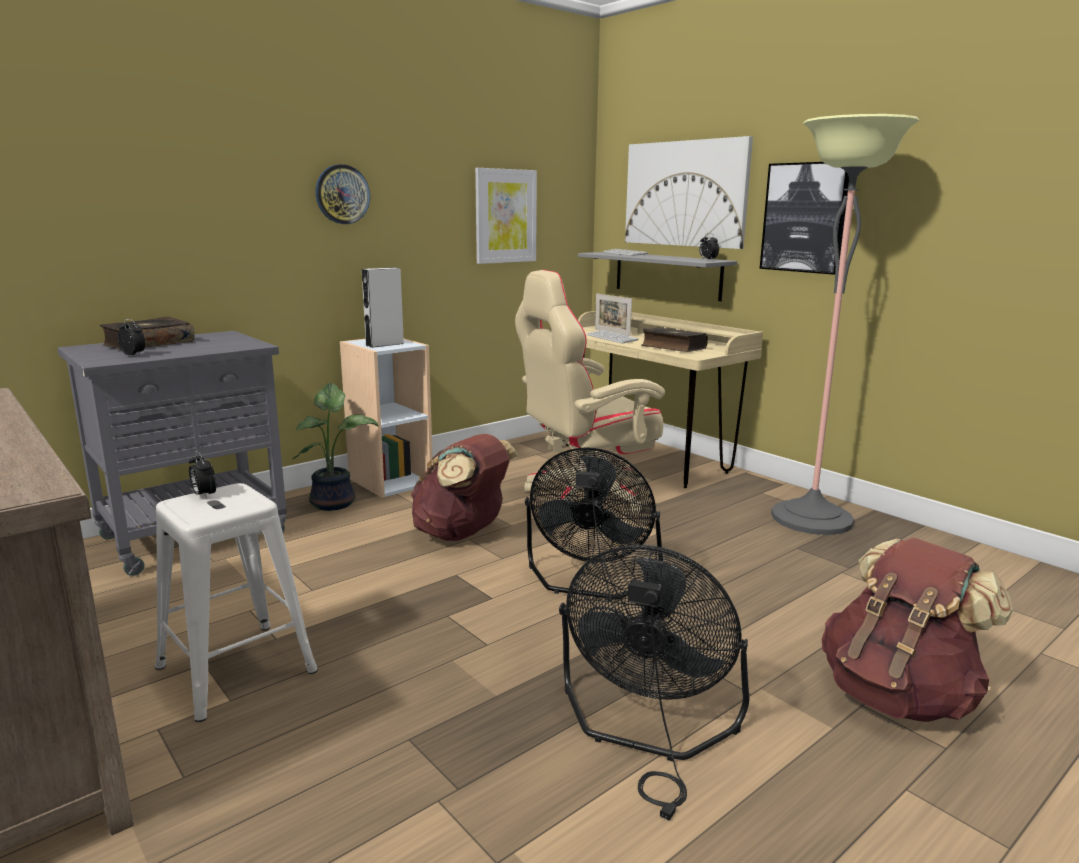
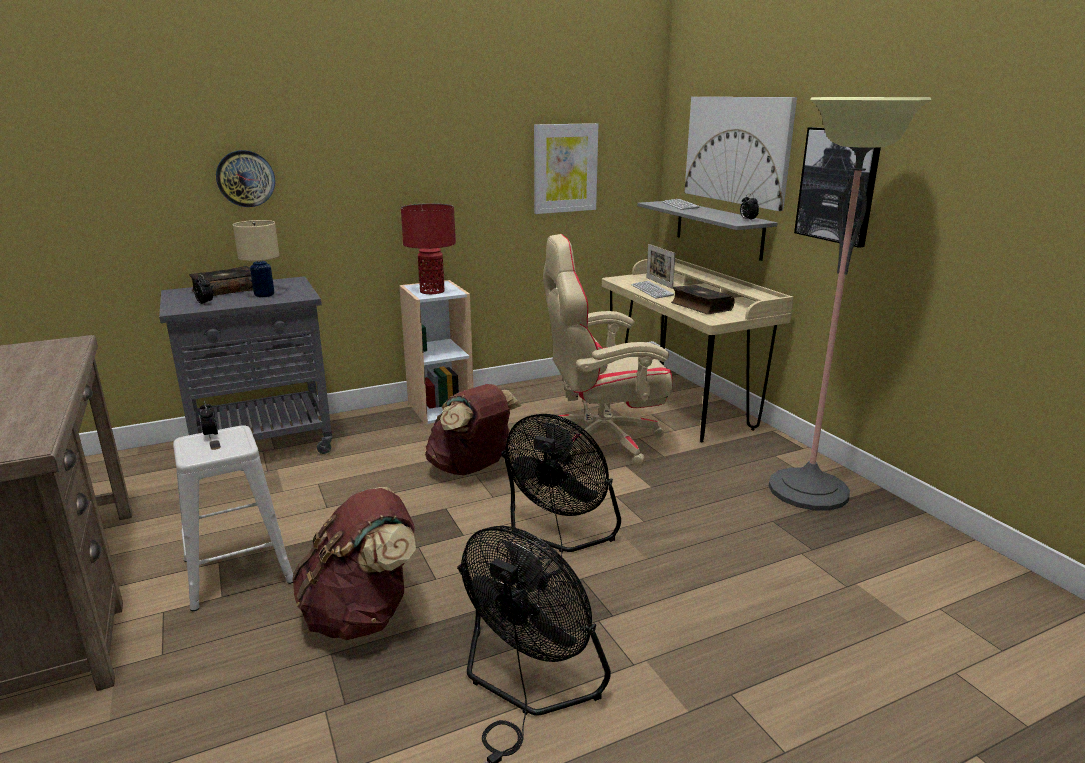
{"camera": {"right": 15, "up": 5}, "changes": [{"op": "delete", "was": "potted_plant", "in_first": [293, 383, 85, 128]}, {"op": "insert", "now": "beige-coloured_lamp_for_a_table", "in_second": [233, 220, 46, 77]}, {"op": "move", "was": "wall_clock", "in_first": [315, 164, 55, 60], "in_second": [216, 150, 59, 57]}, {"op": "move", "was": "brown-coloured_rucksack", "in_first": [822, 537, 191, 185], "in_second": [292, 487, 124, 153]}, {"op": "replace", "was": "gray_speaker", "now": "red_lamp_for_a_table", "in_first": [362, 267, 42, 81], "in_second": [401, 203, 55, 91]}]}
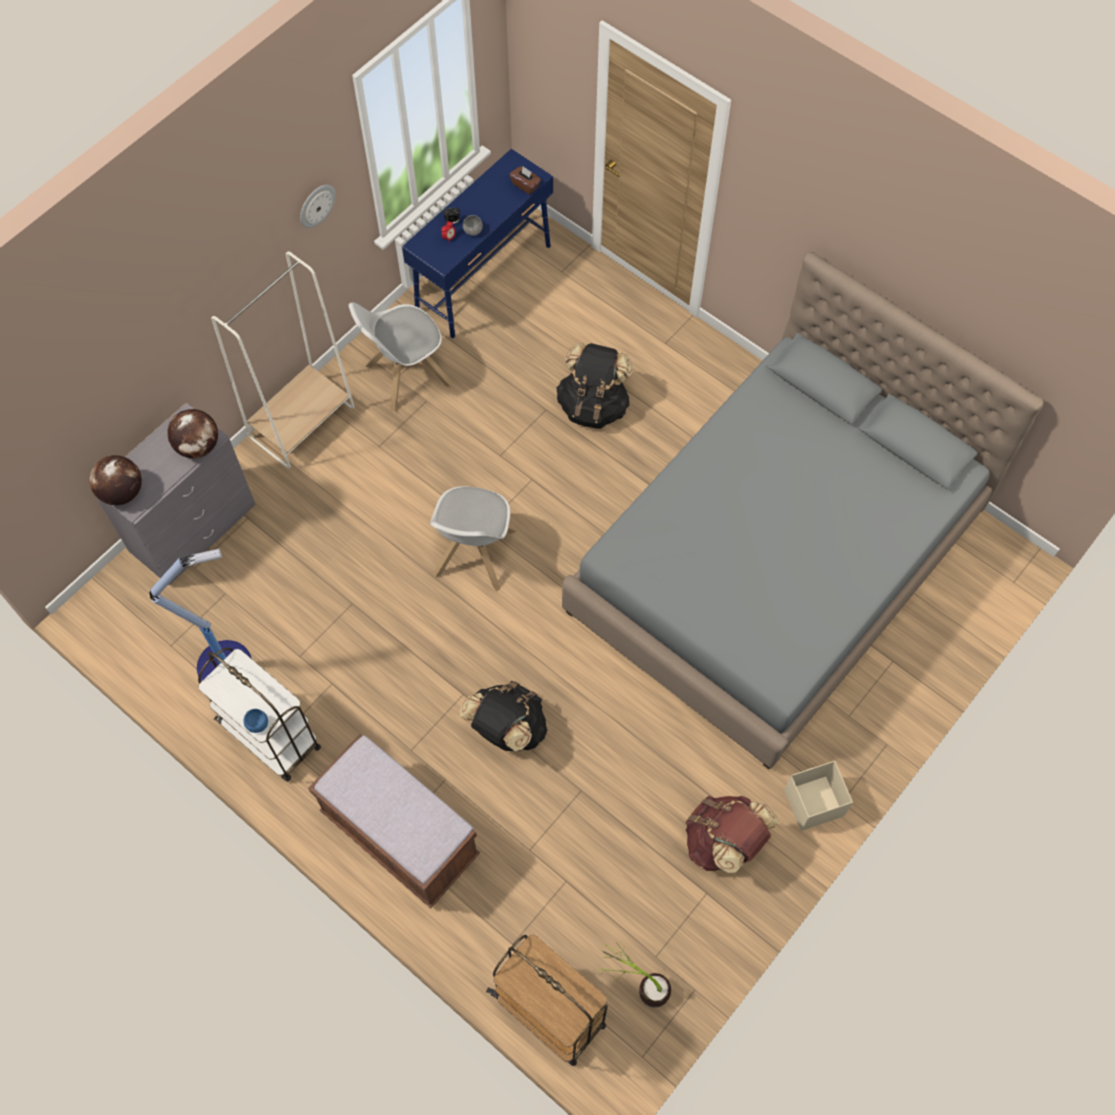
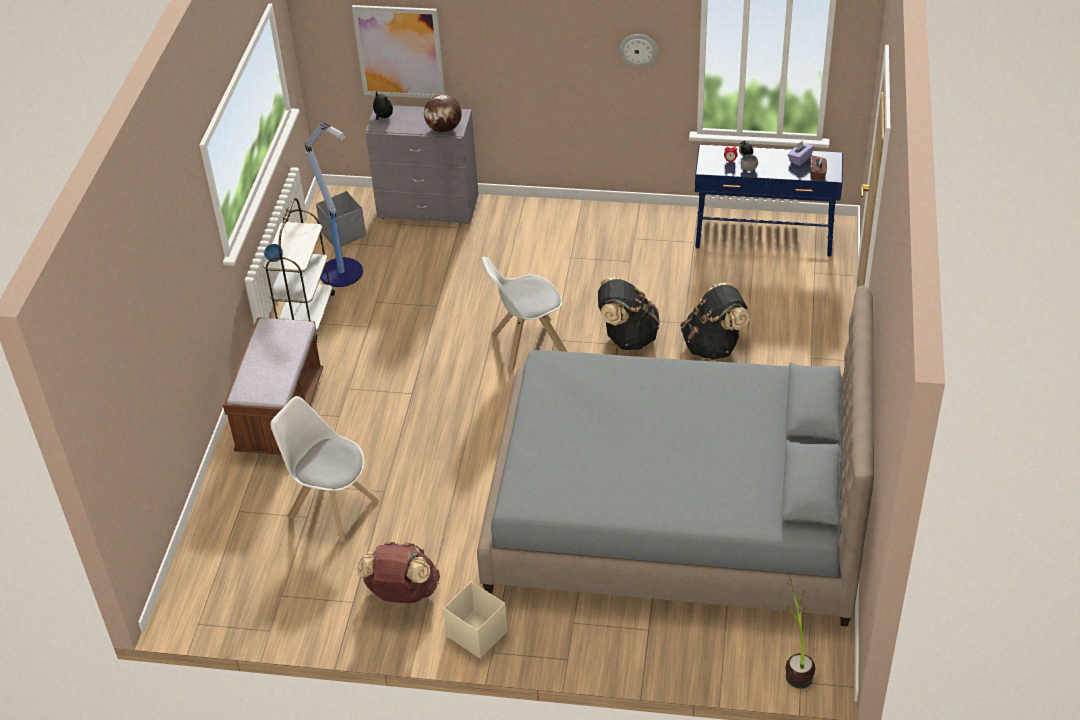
{"camera": {"right": 60, "up": -20}, "changes": [{"op": "delete", "was": "clothes_rack", "in_first": [211, 251, 143, 217]}, {"op": "delete", "was": "brown-coloured_trolley", "in_first": [486, 935, 122, 131]}, {"op": "insert", "now": "gray_storage_container", "in_second": [316, 191, 50, 55]}, {"op": "insert", "now": "wall_art", "in_second": [352, 5, 93, 93]}, {"op": "insert", "now": "purple-coloured_tissue_holder", "in_second": [788, 141, 26, 25]}, {"op": "move", "was": "chair", "in_first": [349, 302, 104, 110], "in_second": [271, 396, 109, 146]}, {"op": "move", "was": "black_rucksack", "in_first": [460, 681, 87, 70], "in_second": [598, 278, 61, 72]}, {"op": "move", "was": "potted_plant", "in_first": [599, 942, 72, 66], "in_second": [777, 575, 38, 114]}, {"op": "replace", "was": "desk_globe", "now": "plush_toy", "in_first": [89, 455, 53, 50], "in_second": [370, 91, 23, 29]}]}
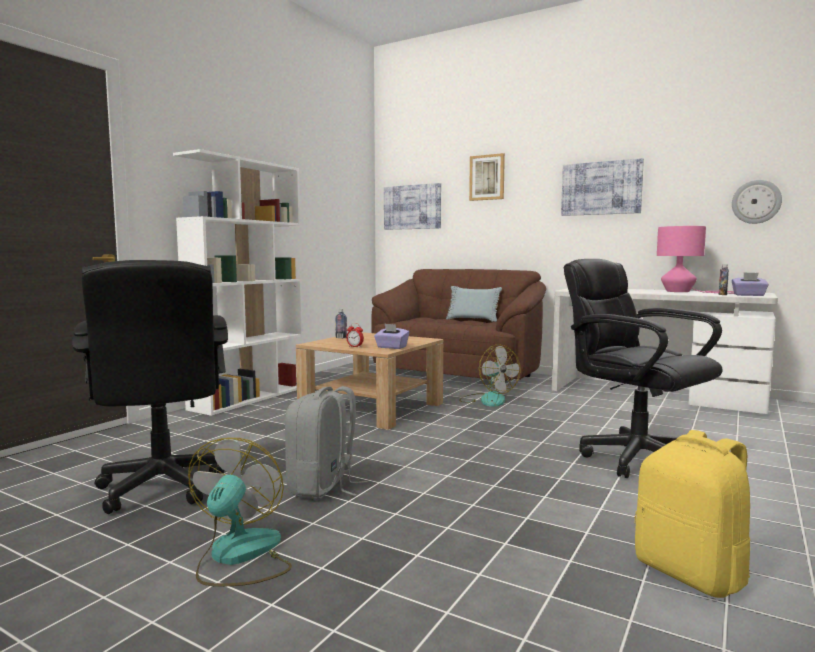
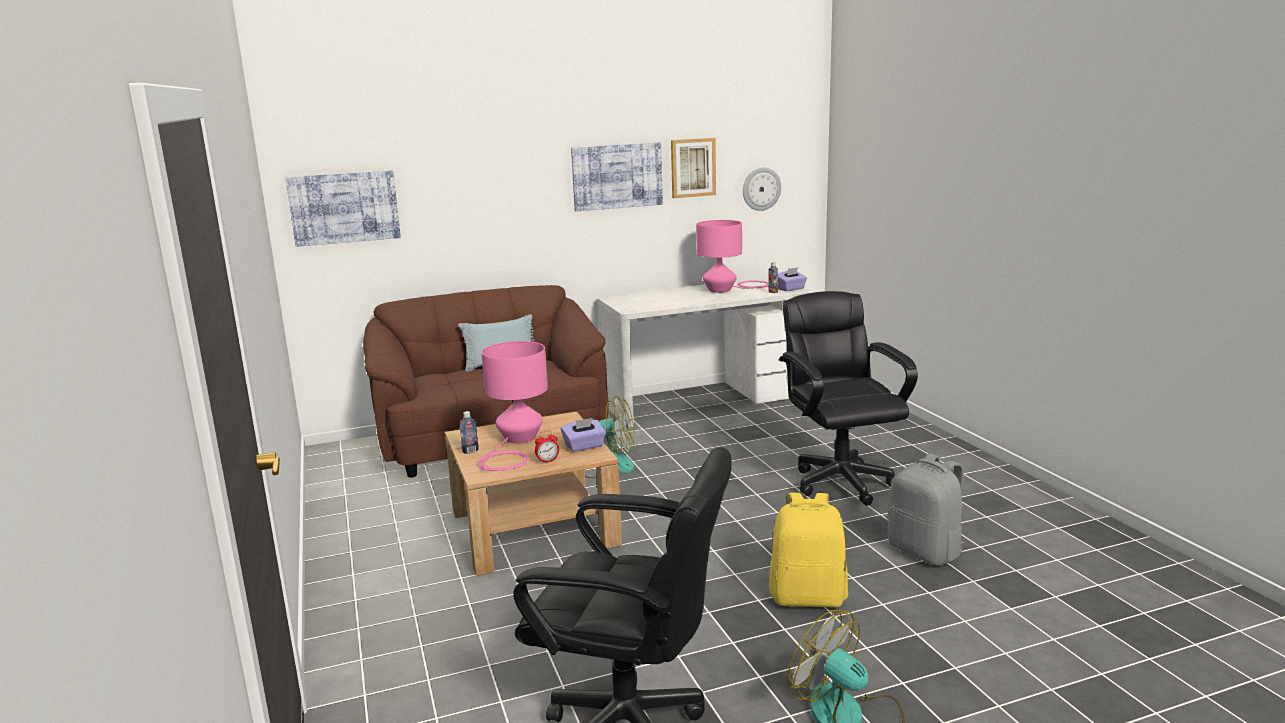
{"camera": {"right": -50, "up": 10}, "changes": [{"op": "delete", "was": "white_shelving_unit", "in_first": [173, 149, 130, 267]}, {"op": "insert", "now": "pink_lamp_for_a_table", "in_second": [477, 341, 71, 131]}, {"op": "move", "was": "gray_rucksack", "in_first": [285, 386, 82, 114], "in_second": [888, 453, 76, 113]}, {"op": "move", "was": "wall_art", "in_first": [469, 153, 36, 48], "in_second": [671, 138, 45, 60]}, {"op": "move", "was": "yellow-coloured_rucksack", "in_first": [635, 430, 115, 168], "in_second": [769, 493, 79, 114]}, {"op": "rotate", "was": "black_computer_chair", "in_first": [564, 259, 159, 219], "in_second": [779, 291, 139, 215], "clockwise": 75}]}
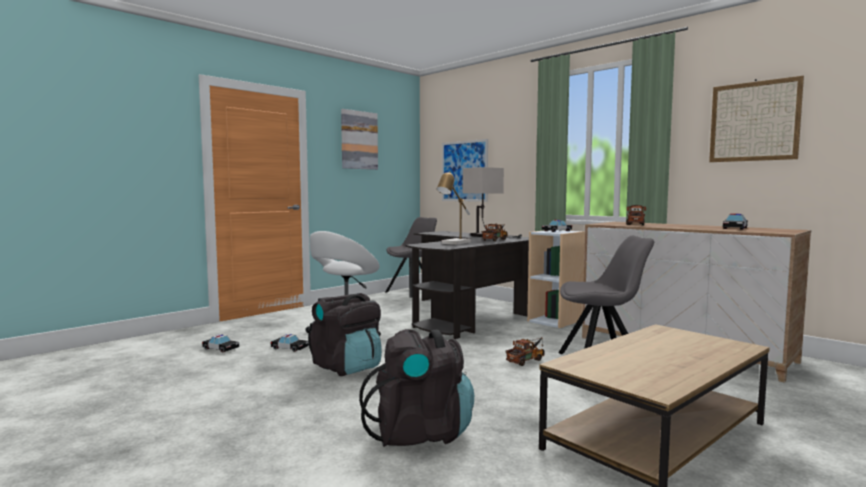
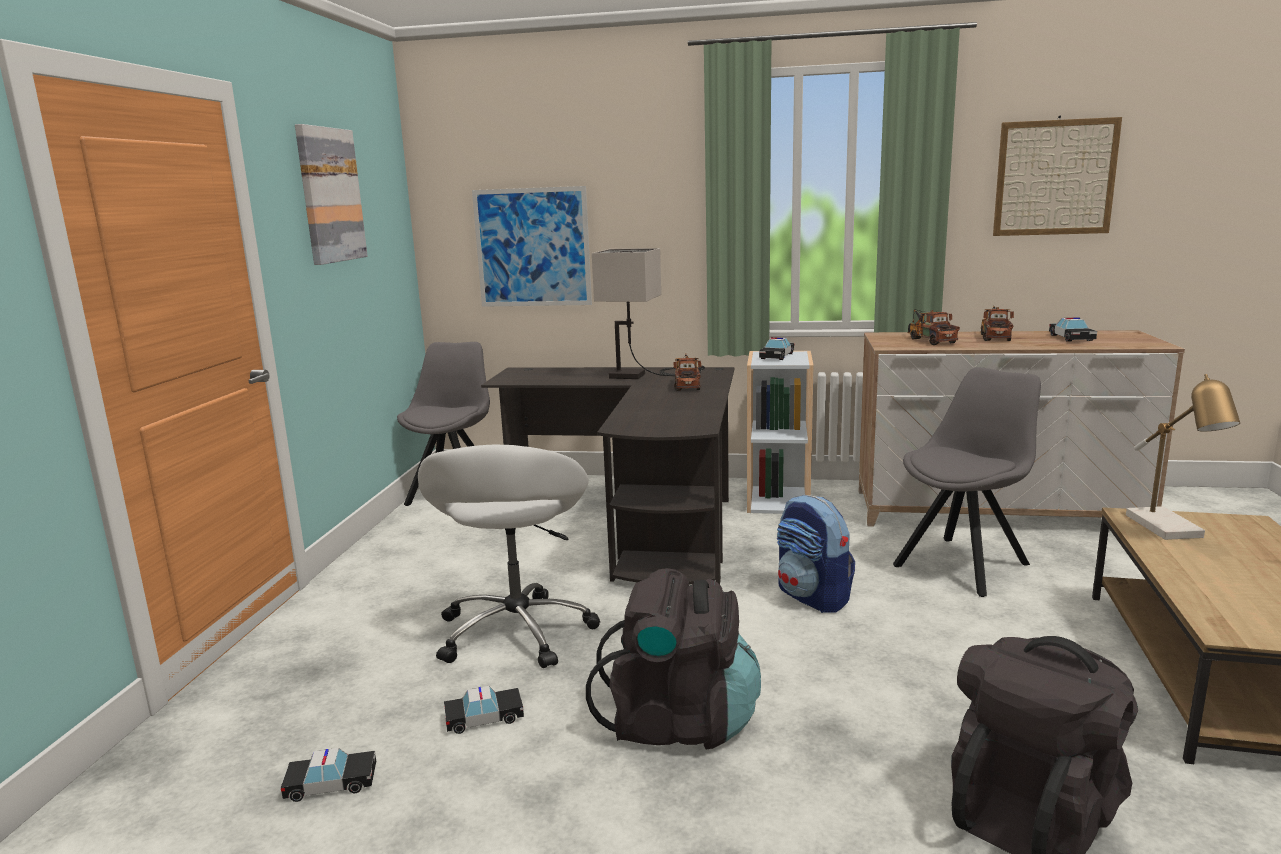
{"camera": {"right": -35, "up": 10}, "changes": [{"op": "insert", "now": "rucksack", "in_second": [777, 495, 78, 118]}, {"op": "move", "was": "lamp_for_a_table", "in_first": [437, 171, 33, 74], "in_second": [1126, 374, 114, 166]}, {"op": "move", "was": "toy_truck", "in_first": [505, 337, 40, 29], "in_second": [981, 306, 33, 35]}]}
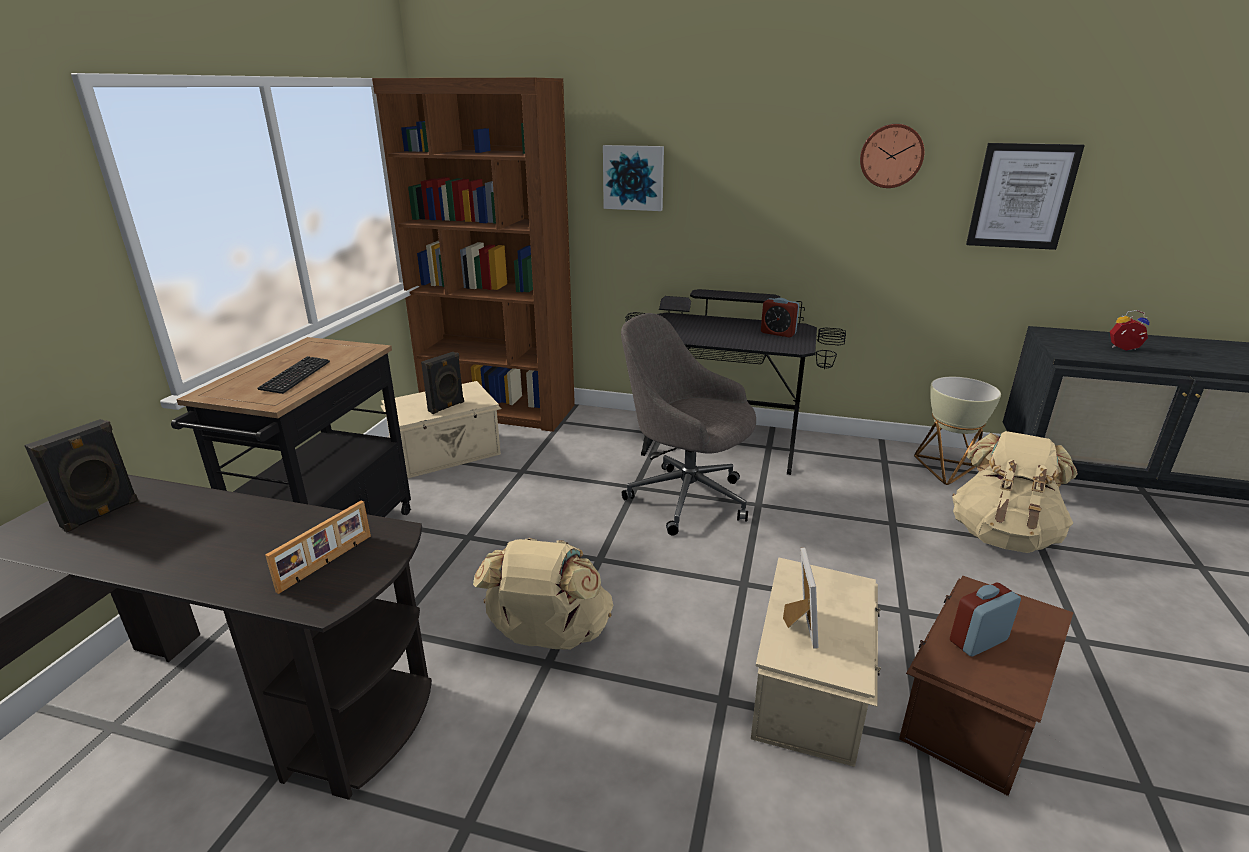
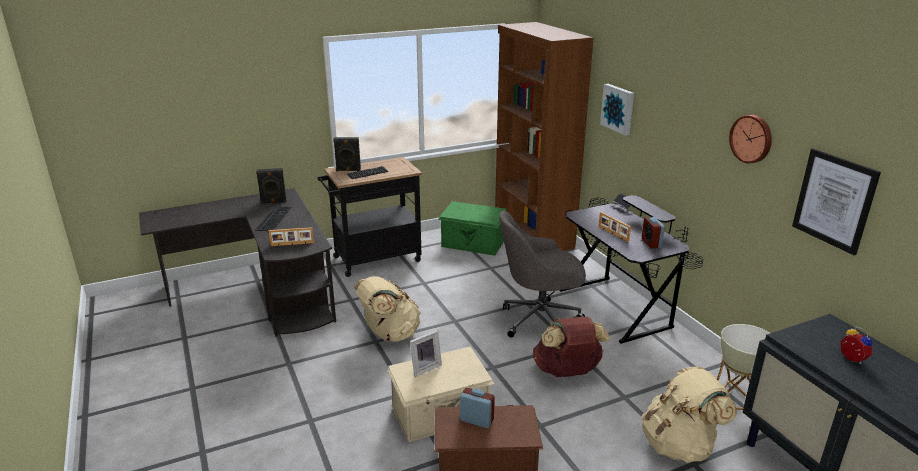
{"camera": {"right": 50, "up": 0}, "changes": [{"op": "insert", "now": "keyboard", "in_second": [255, 206, 36, 25]}, {"op": "insert", "now": "brown-coloured_rucksack", "in_second": [533, 316, 77, 61]}, {"op": "insert", "now": "standing_frame", "in_second": [599, 212, 32, 30]}, {"op": "move", "was": "black_speaker", "in_first": [421, 352, 43, 62], "in_second": [333, 137, 28, 34]}, {"op": "recolor", "was": "beige-coloured_storage_container", "now": "greenish_storage_container", "in_first": [381, 381, 121, 97], "in_second": [438, 201, 69, 55]}, {"op": "rotate", "was": "gray_computer_chair", "in_first": [621, 313, 135, 223], "in_second": [499, 211, 87, 126], "clockwise": -90}]}
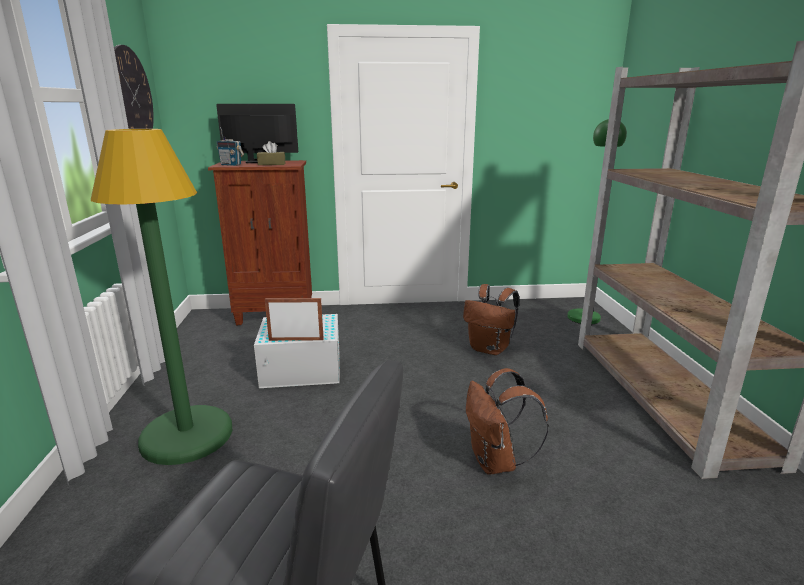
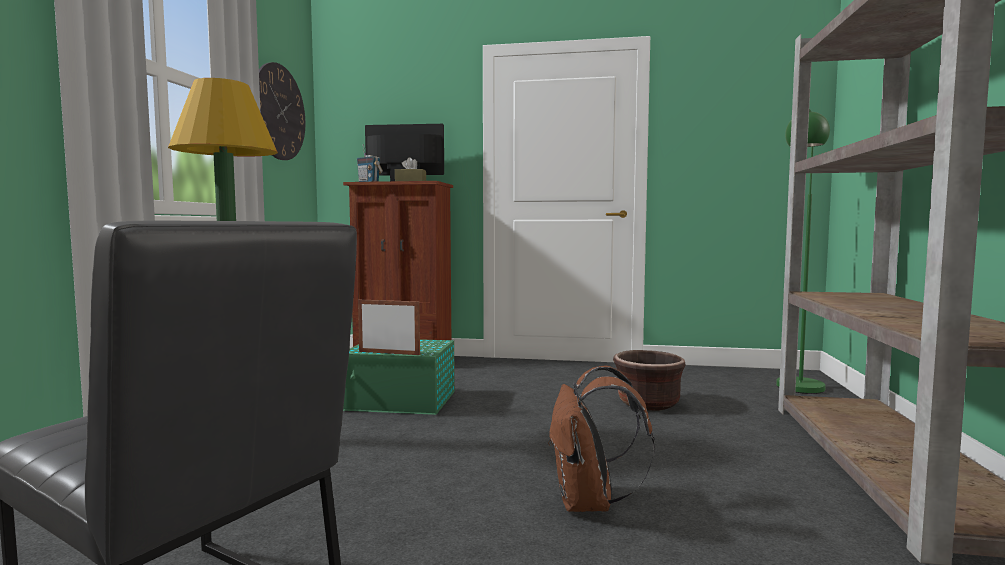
{"camera": {"right": 15, "up": -15}, "changes": [{"op": "replace", "was": "brown-coloured_rucksack", "now": "brown-coloured_flower_pot", "in_first": [463, 284, 56, 71], "in_second": [613, 350, 73, 61]}, {"op": "recolor", "was": "white_storage_container", "now": "greenish_storage_container", "in_first": [254, 314, 86, 74], "in_second": [343, 339, 112, 76]}]}
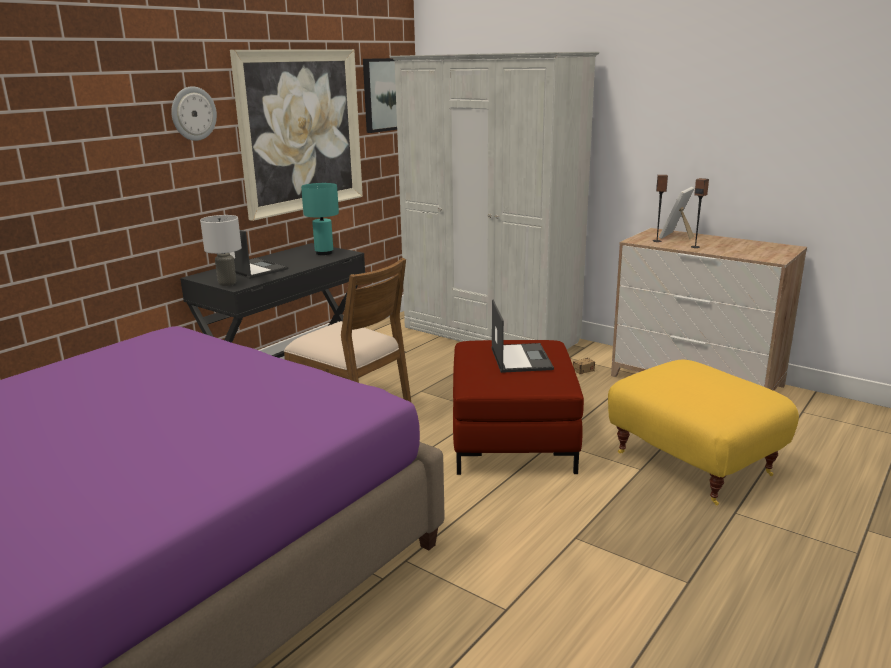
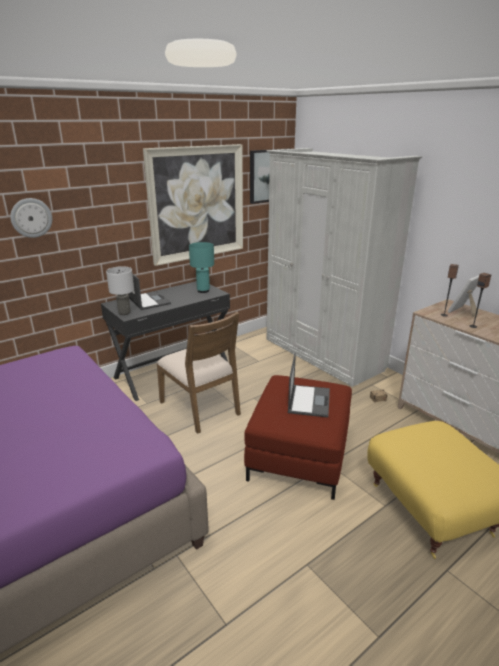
{"camera": {"right": 15, "up": 5}, "changes": [{"op": "move", "was": "wall_clock", "in_first": [171, 86, 46, 55], "in_second": [10, 198, 42, 40]}]}
